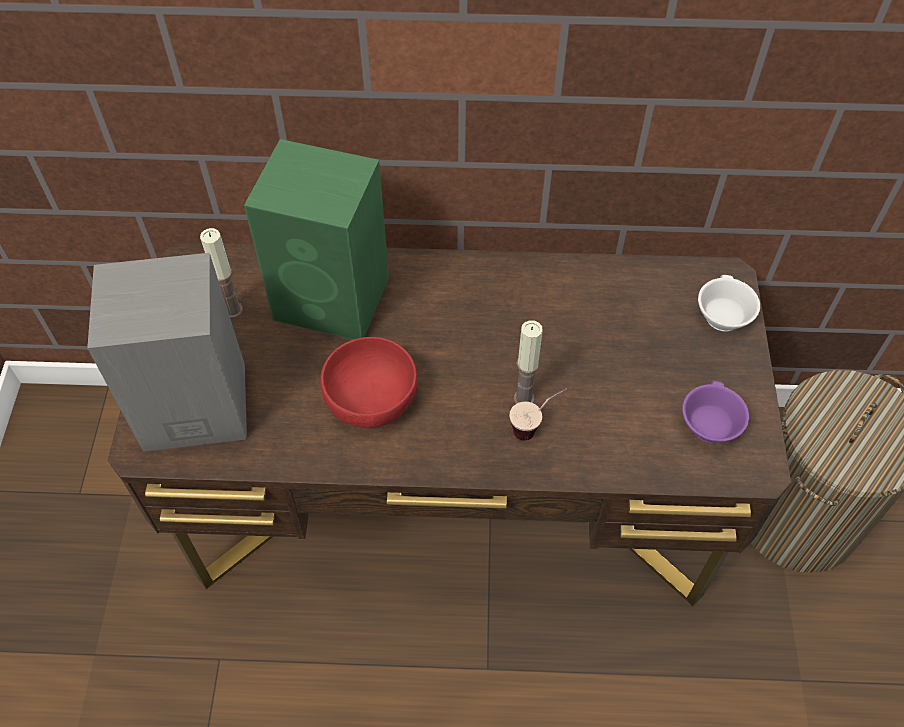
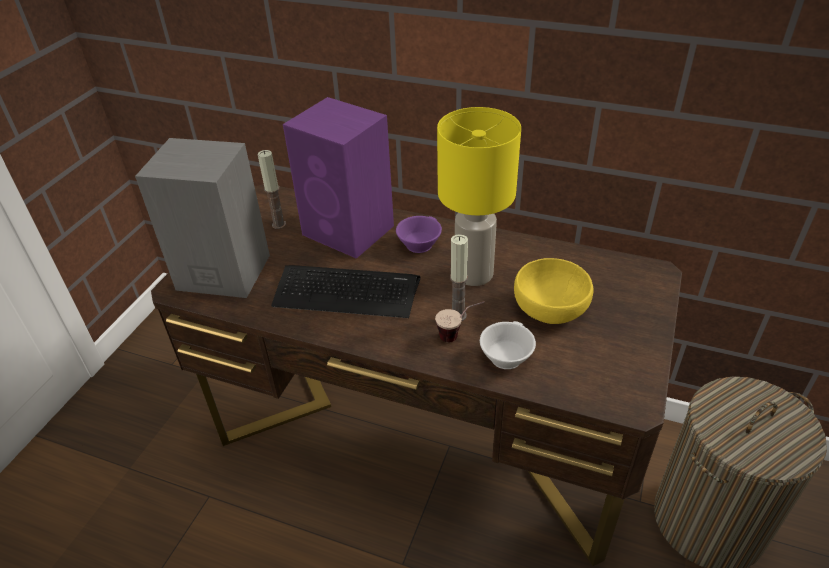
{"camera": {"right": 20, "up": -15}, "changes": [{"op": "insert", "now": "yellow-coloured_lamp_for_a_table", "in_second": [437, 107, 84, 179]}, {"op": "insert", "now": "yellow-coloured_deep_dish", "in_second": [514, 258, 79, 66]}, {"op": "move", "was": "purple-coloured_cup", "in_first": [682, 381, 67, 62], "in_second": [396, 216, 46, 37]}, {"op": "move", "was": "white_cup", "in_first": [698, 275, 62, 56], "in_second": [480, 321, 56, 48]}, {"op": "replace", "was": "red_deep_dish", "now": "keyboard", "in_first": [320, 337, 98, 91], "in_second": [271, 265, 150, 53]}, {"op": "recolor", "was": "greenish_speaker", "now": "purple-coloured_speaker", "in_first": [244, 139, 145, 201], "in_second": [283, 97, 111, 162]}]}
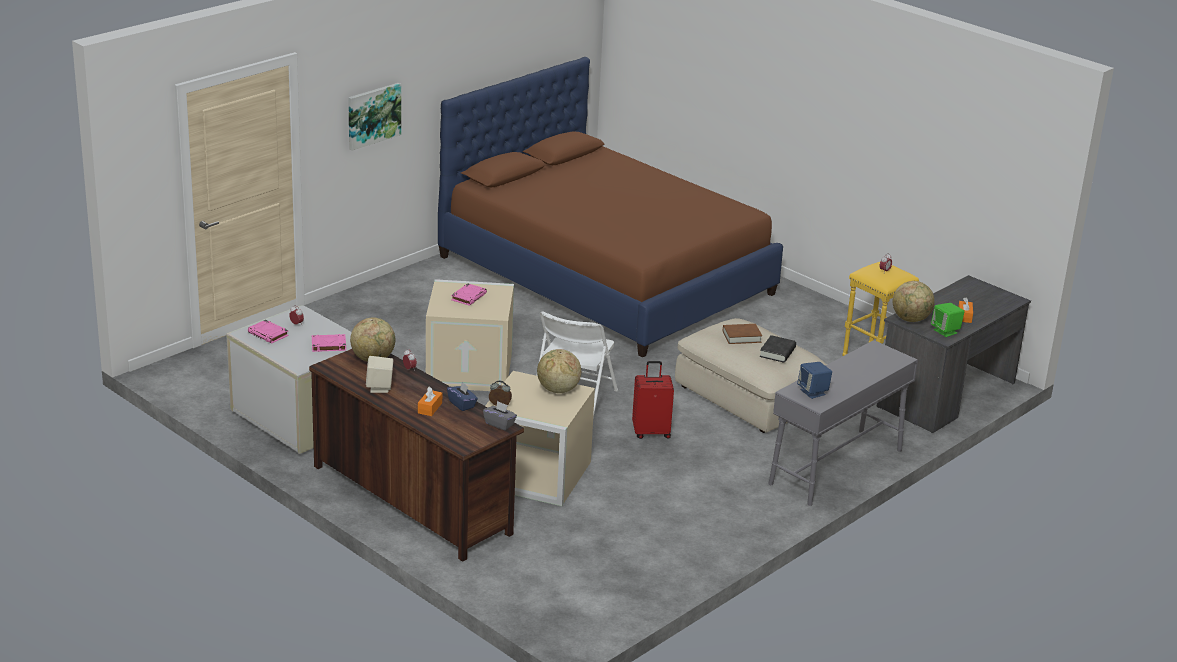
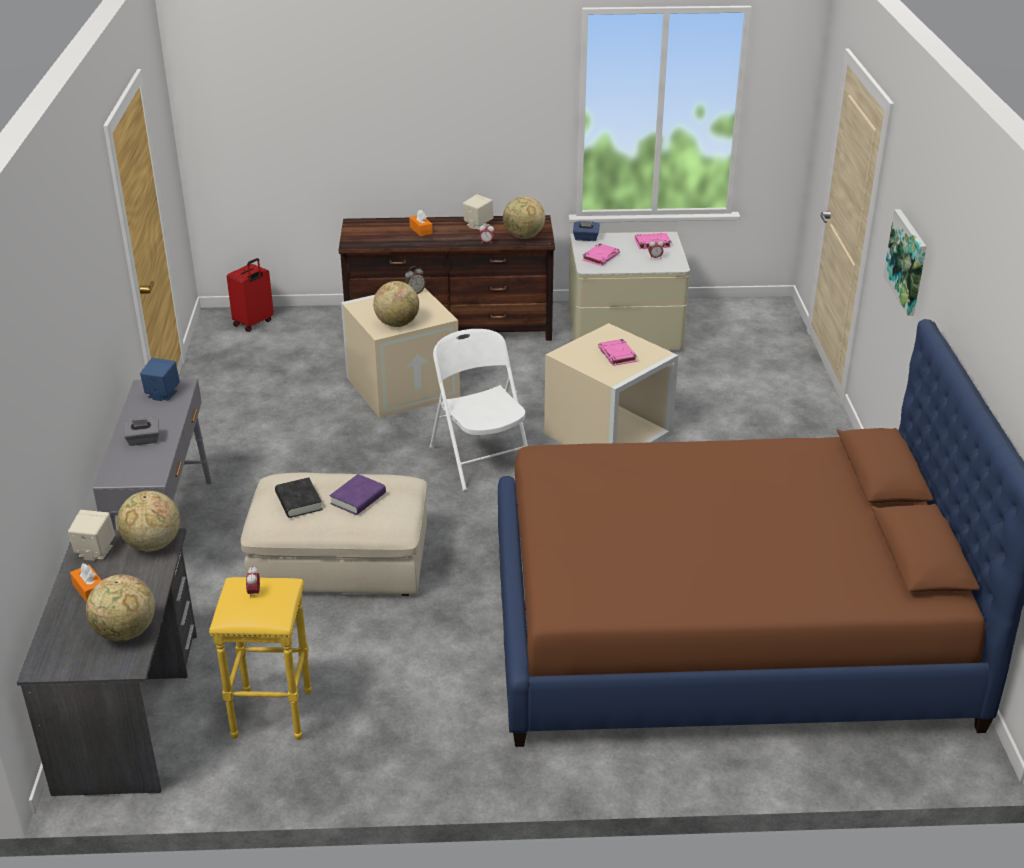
{"camera": {"right": 135, "up": 5}, "changes": [{"op": "insert", "now": "desk_globe", "in_second": [86, 575, 69, 66]}, {"op": "move", "was": "blue_tissue_holder", "in_first": [447, 382, 31, 29], "in_second": [573, 221, 27, 20]}, {"op": "move", "was": "gray_tissue_holder", "in_first": [483, 401, 34, 29], "in_second": [123, 417, 36, 29]}, {"op": "move", "was": "red_suitcase", "in_first": [632, 361, 42, 78], "in_second": [227, 258, 47, 74]}, {"op": "recolor", "was": "brown-coloured_bound_book", "now": "purple-coloured_bound_book", "in_first": [723, 324, 39, 20], "in_second": [329, 474, 57, 41]}, {"op": "recolor", "was": "greenish_speaker", "now": "beige-coloured_speaker", "in_first": [931, 303, 34, 34], "in_second": [68, 510, 47, 51]}]}
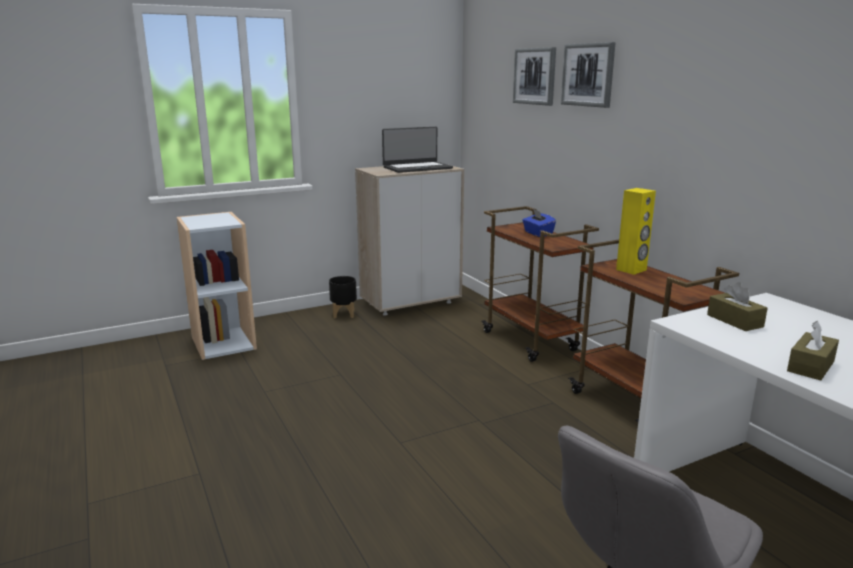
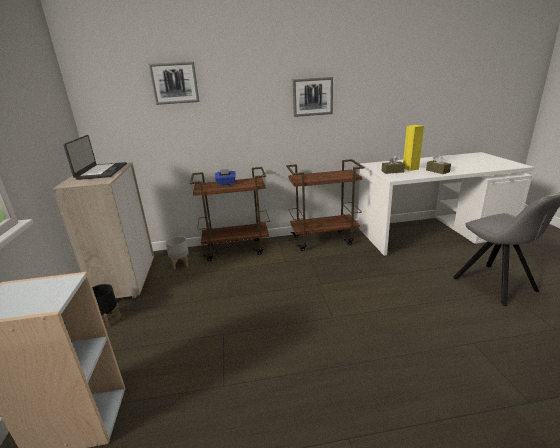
{"camera": {"right": -70, "up": 5}, "changes": [{"op": "insert", "now": "gray_flower_pot", "in_second": [166, 236, 23, 33]}, {"op": "move", "was": "wall_art", "in_first": [561, 42, 55, 66], "in_second": [293, 77, 40, 40]}, {"op": "move", "was": "yellow-coloured_speaker", "in_first": [616, 188, 40, 87], "in_second": [403, 125, 21, 46]}]}
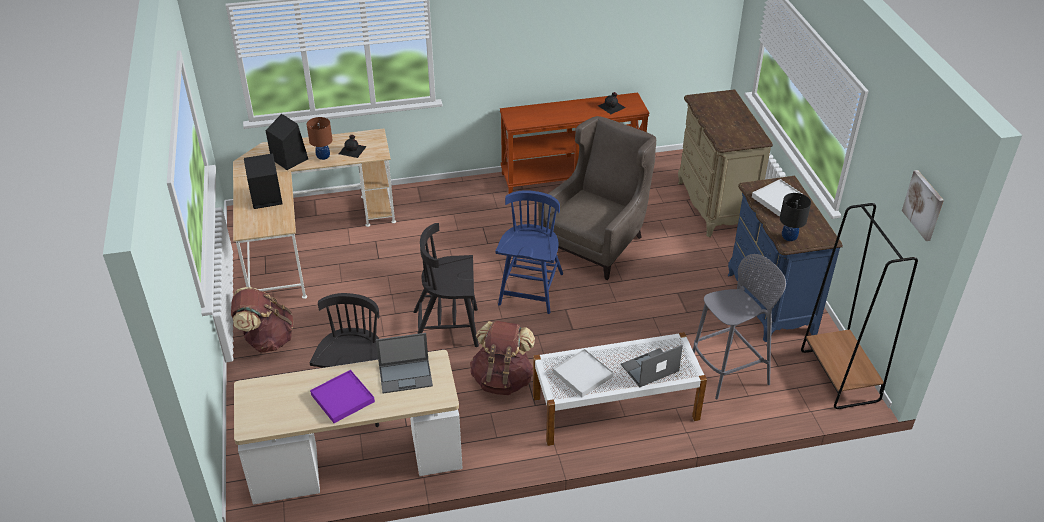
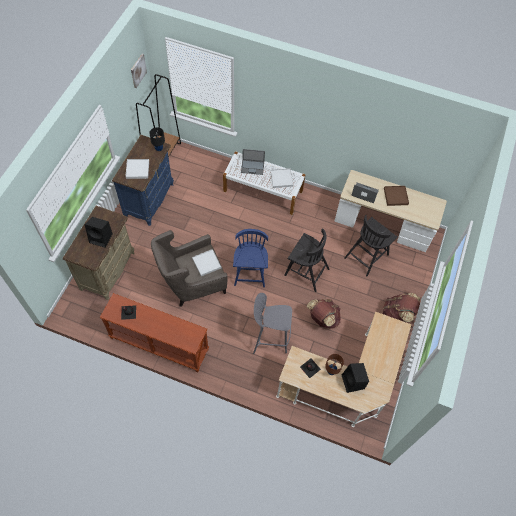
{"camera": {"right": -150, "up": 20}, "changes": [{"op": "insert", "now": "white_serving_tray", "in_second": [192, 249, 30, 27]}, {"op": "move", "was": "black_speaker", "in_first": [244, 154, 39, 55], "in_second": [85, 217, 27, 31]}, {"op": "move", "was": "brown-coloured_rucksack", "in_first": [470, 321, 65, 74], "in_second": [307, 299, 34, 30]}, {"op": "move", "was": "gray_stool_seat", "in_first": [689, 254, 97, 145], "in_second": [253, 293, 39, 61]}, {"op": "recolor", "was": "purple-coloured_serving_tray", "now": "brown-coloured_serving_tray", "in_first": [310, 370, 65, 53], "in_second": [384, 186, 25, 20]}, {"op": "rotate", "was": "blue_chair", "in_first": [495, 190, 68, 124], "in_second": [233, 229, 35, 58], "clockwise": 135}]}
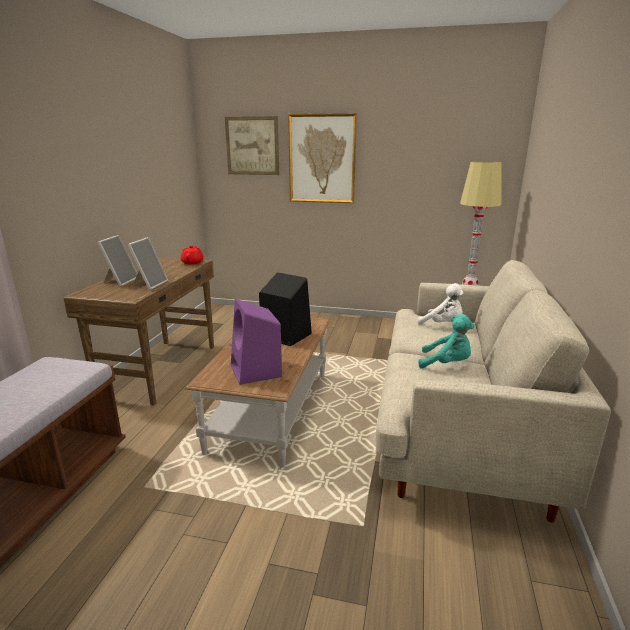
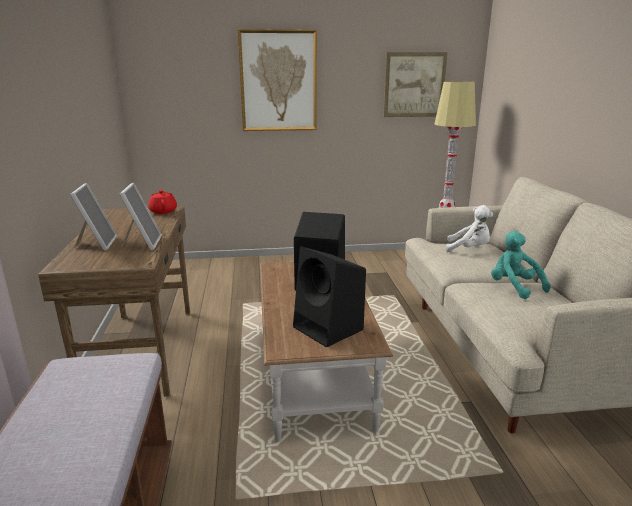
{"camera": {"right": -20, "up": 0}, "changes": [{"op": "move", "was": "wall_art", "in_first": [225, 116, 54, 59], "in_second": [383, 52, 65, 65]}, {"op": "recolor", "was": "purple-coloured_speaker", "now": "black_speaker", "in_first": [231, 299, 51, 86], "in_second": [293, 246, 73, 101]}, {"op": "rotate", "was": "turquoise-coloured_plush_toy", "in_first": [419, 314, 56, 55], "in_second": [491, 231, 60, 68], "clockwise": -120}]}
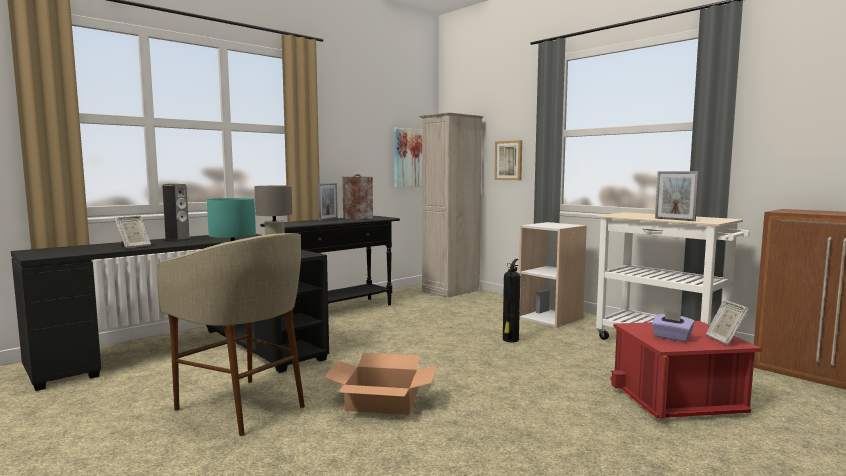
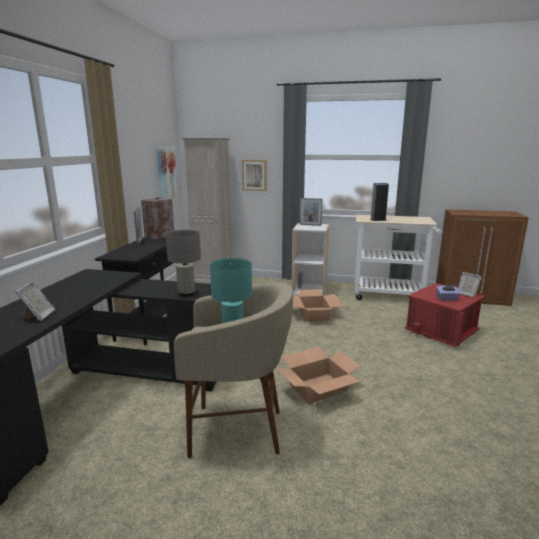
{"camera": {"right": -35, "up": 10}, "changes": [{"op": "move", "was": "speaker", "in_first": [162, 184, 29, 58], "in_second": [370, 183, 19, 38]}, {"op": "move", "was": "standing_frame", "in_first": [655, 171, 44, 50], "in_second": [300, 198, 23, 28]}, {"op": "replace", "was": "fire-fighting_cylinder", "now": "carton", "in_first": [503, 259, 17, 83], "in_second": [293, 289, 50, 33]}]}
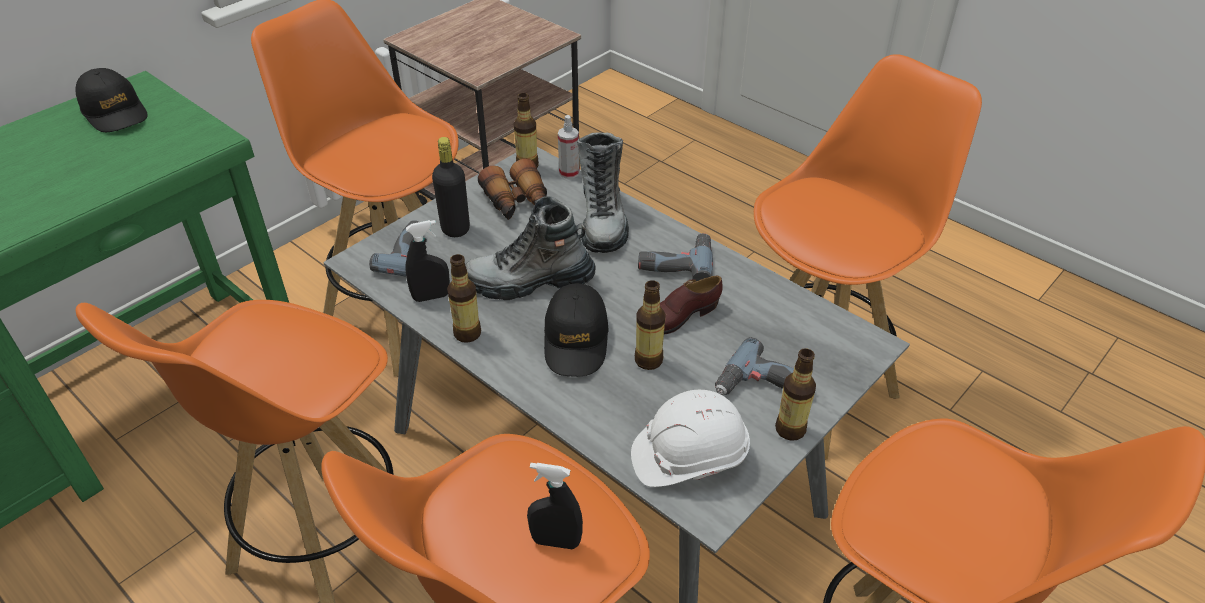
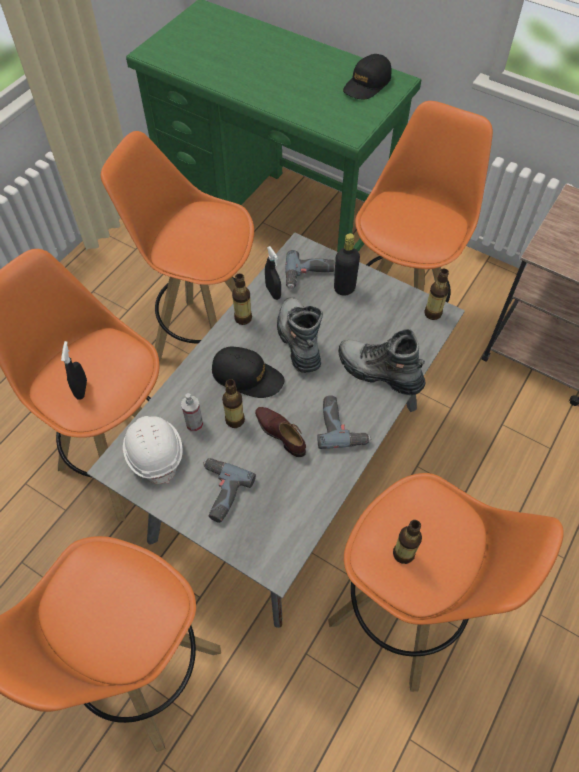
{"camera": {"right": 80, "up": 15}, "changes": [{"op": "delete", "was": "binoculars", "in_first": [478, 159, 69, 61]}, {"op": "move", "was": "hand_sprayer", "in_first": [558, 115, 21, 64], "in_second": [181, 393, 23, 39]}, {"op": "move", "was": "bottle", "in_first": [775, 348, 41, 93], "in_second": [393, 520, 29, 44]}, {"op": "rotate", "was": "black_peaked_cap", "in_first": [544, 283, 65, 93], "in_second": [212, 347, 72, 51], "clockwise": -150}, {"op": "rotate", "was": "boot", "in_first": [577, 132, 52, 121], "in_second": [338, 329, 87, 66], "clockwise": 45}]}
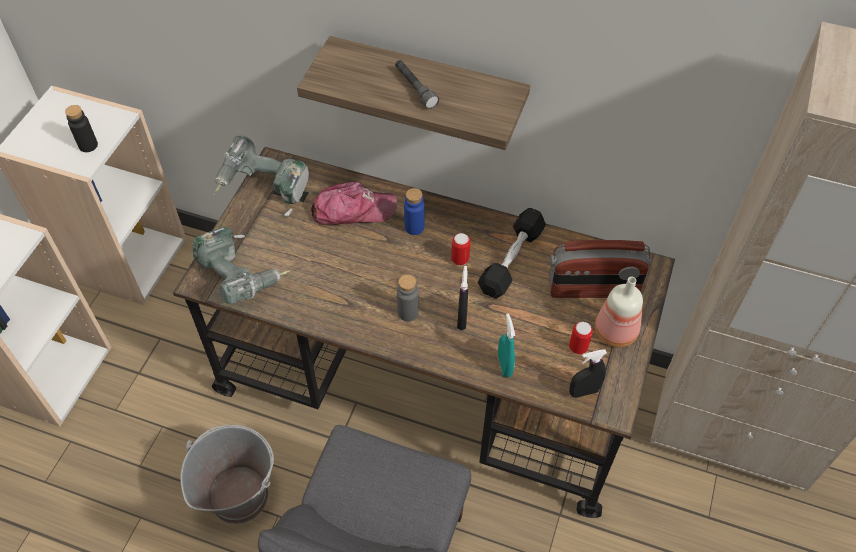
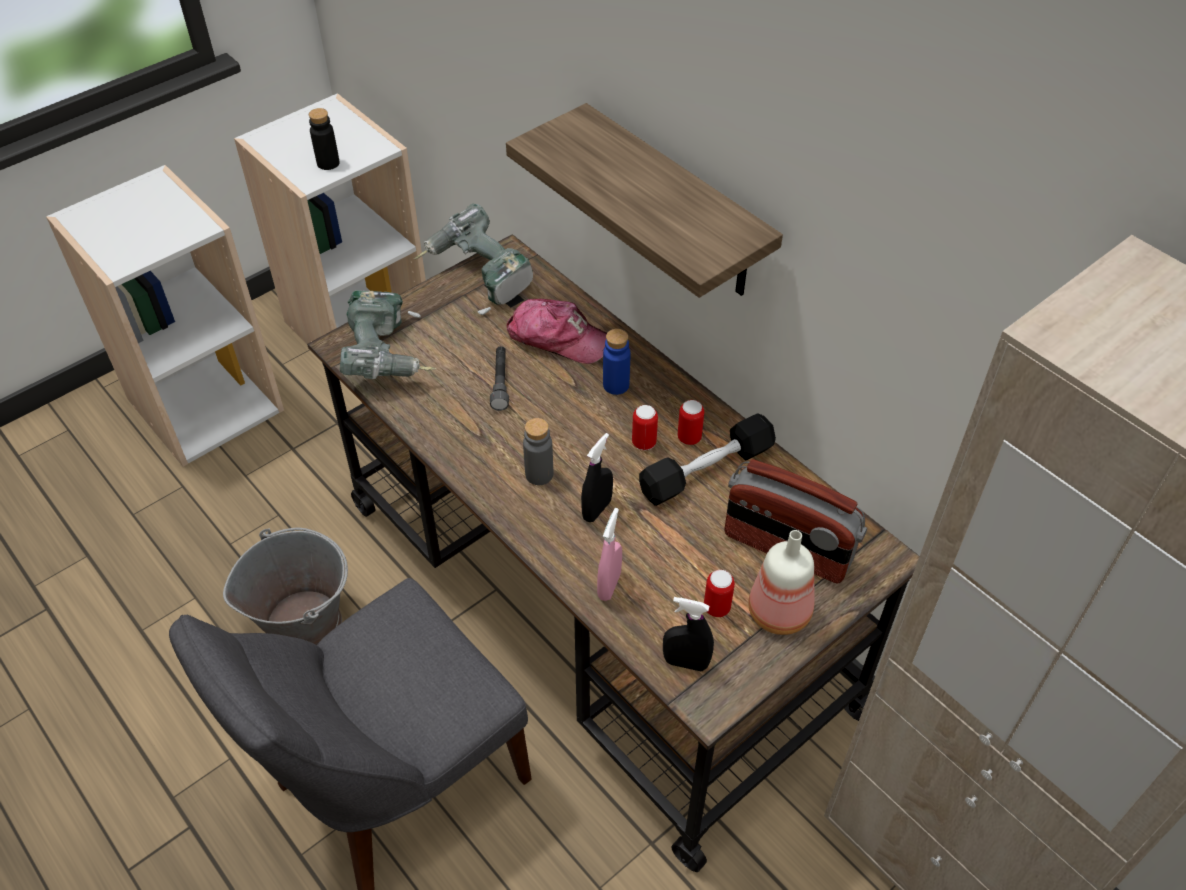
{"camera": {"right": 30, "up": -5}, "changes": [{"op": "insert", "now": "can", "in_second": [678, 400, 26, 45]}, {"op": "move", "was": "gray_torch", "in_first": [395, 60, 44, 49], "in_second": [490, 346, 19, 65]}, {"op": "recolor", "was": "turquoise-coloured_hand_sprayer", "now": "pink_hand_sprayer", "in_first": [498, 313, 17, 65], "in_second": [597, 508, 25, 93]}]}
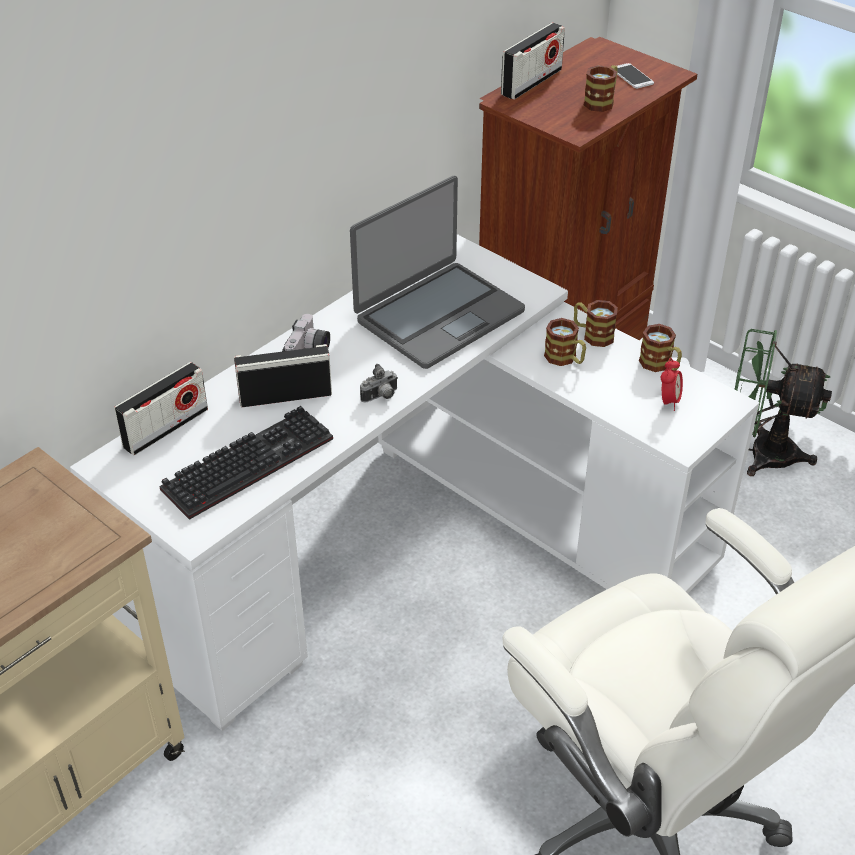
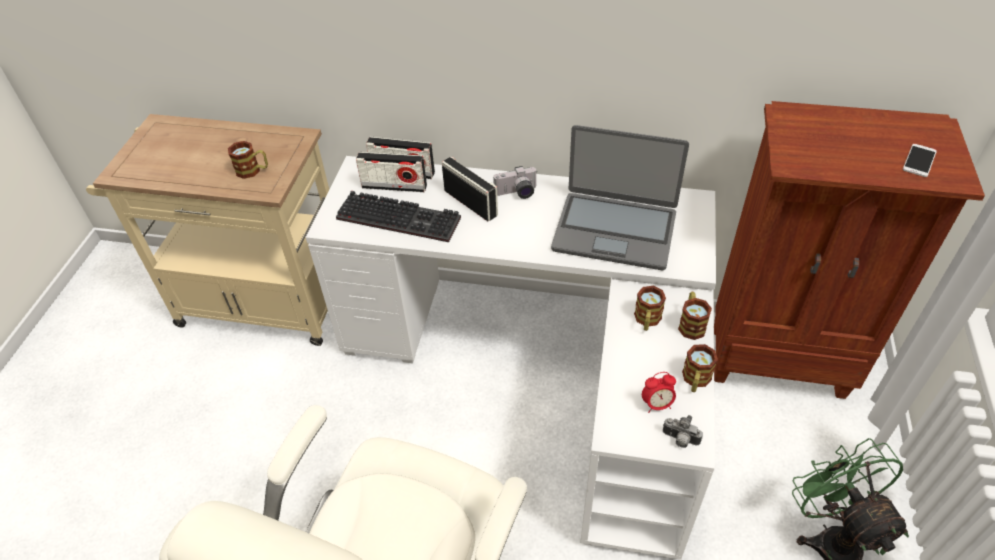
{"camera": {"right": 60, "up": 5}, "changes": [{"op": "move", "was": "still_camera", "in_first": [360, 364, 38, 39], "in_second": [663, 415, 40, 33]}, {"op": "move", "was": "radio", "in_first": [501, 23, 64, 77], "in_second": [356, 152, 71, 40]}, {"op": "move", "was": "tea_mug", "in_first": [583, 65, 35, 47], "in_second": [228, 141, 40, 38]}]}
